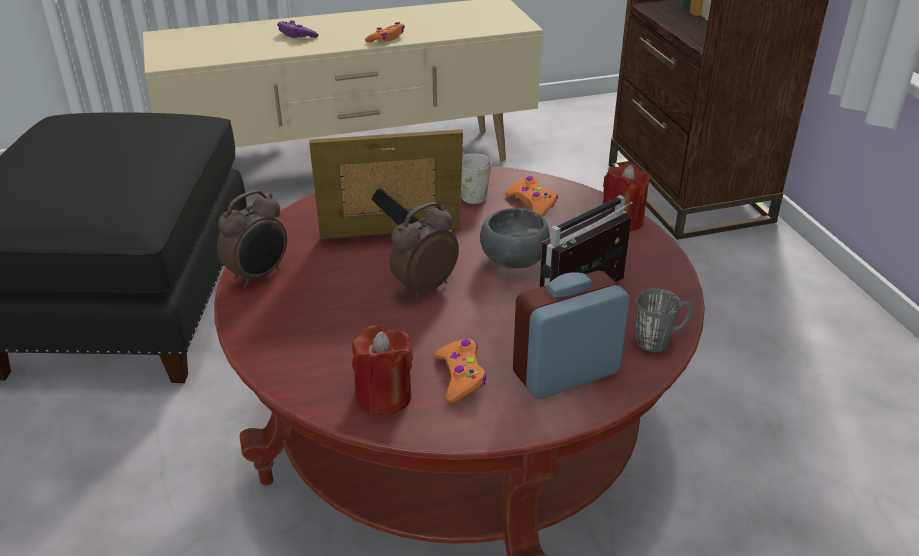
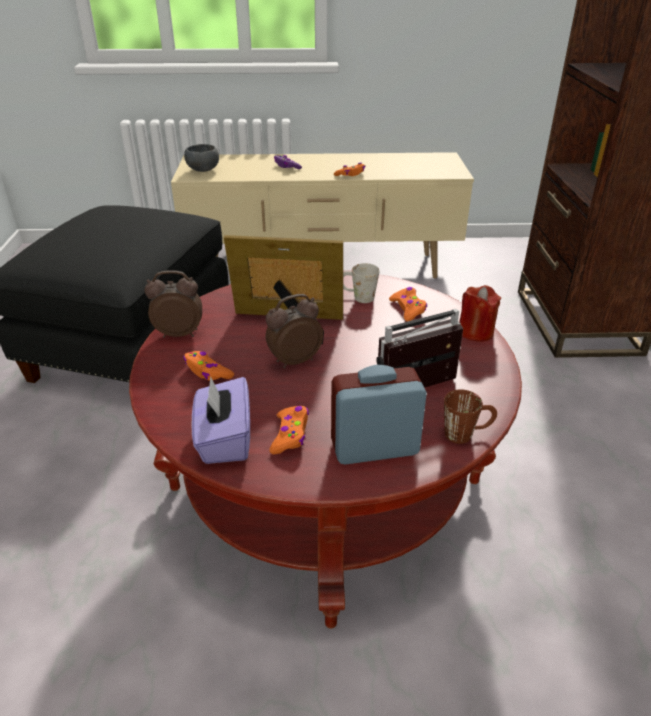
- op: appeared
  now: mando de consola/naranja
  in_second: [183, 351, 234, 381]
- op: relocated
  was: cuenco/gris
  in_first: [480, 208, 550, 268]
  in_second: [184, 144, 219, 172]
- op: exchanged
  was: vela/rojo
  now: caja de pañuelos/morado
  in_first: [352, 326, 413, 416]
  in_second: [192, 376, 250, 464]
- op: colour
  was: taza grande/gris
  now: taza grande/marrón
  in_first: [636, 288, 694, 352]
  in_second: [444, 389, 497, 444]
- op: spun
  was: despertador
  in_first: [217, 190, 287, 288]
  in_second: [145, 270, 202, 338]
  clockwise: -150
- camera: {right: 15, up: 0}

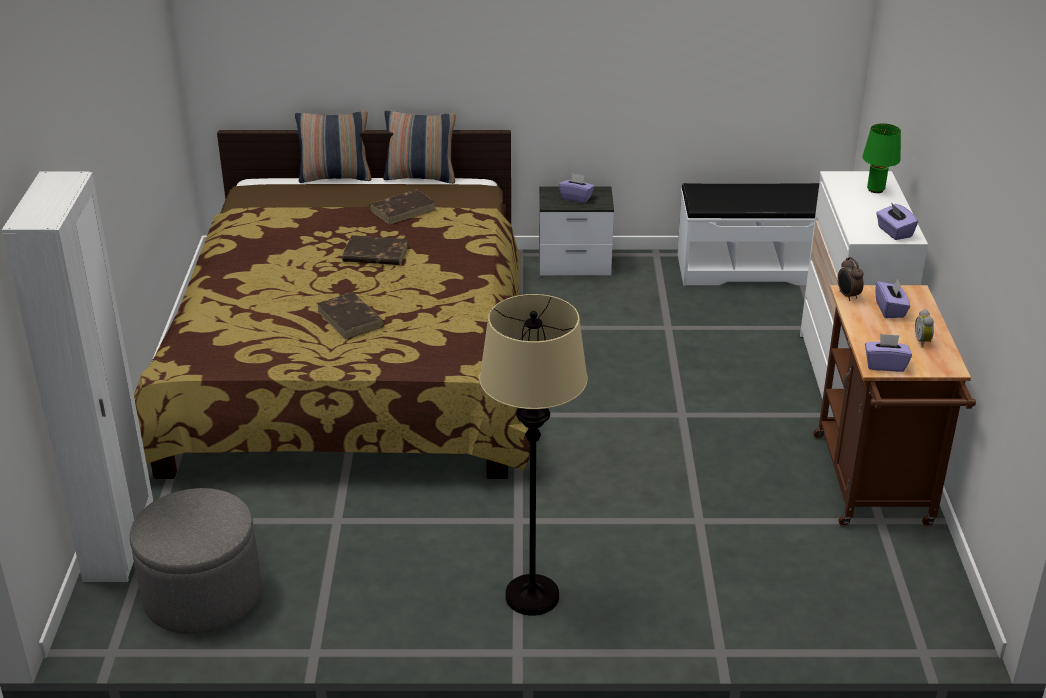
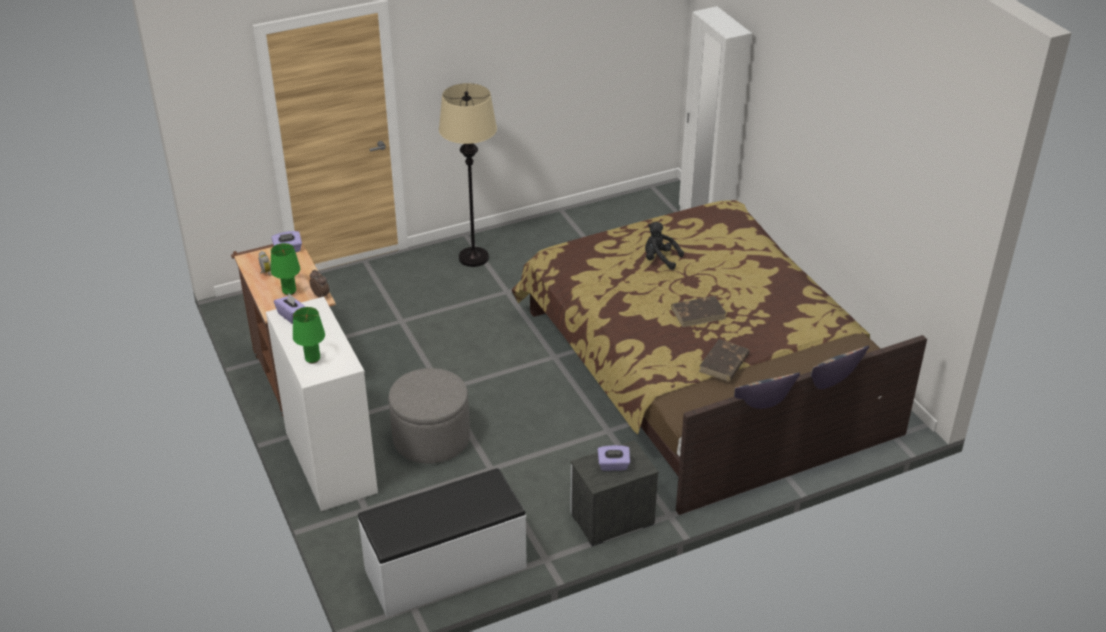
- op: relocated
  was: puf/gris
  in_first: [130, 488, 261, 634]
  in_second: [389, 368, 470, 464]
- op: exchanged
  was: libro/marrón
  now: peluche/negro
  in_first: [316, 292, 385, 340]
  in_second: [645, 222, 684, 270]
- op: exchanged
  was: caja de pañuelos/morado
  now: lámpara de mesa/verde
  in_first: [876, 279, 910, 318]
  in_second: [271, 243, 300, 295]
- camera: {right: 155, up: 5}

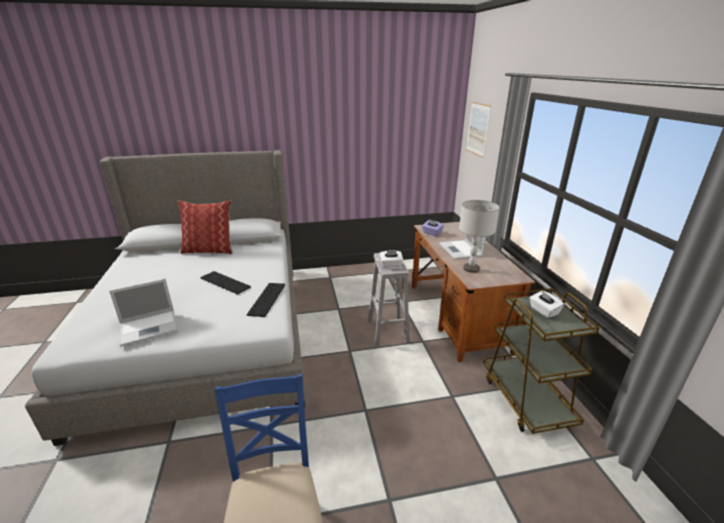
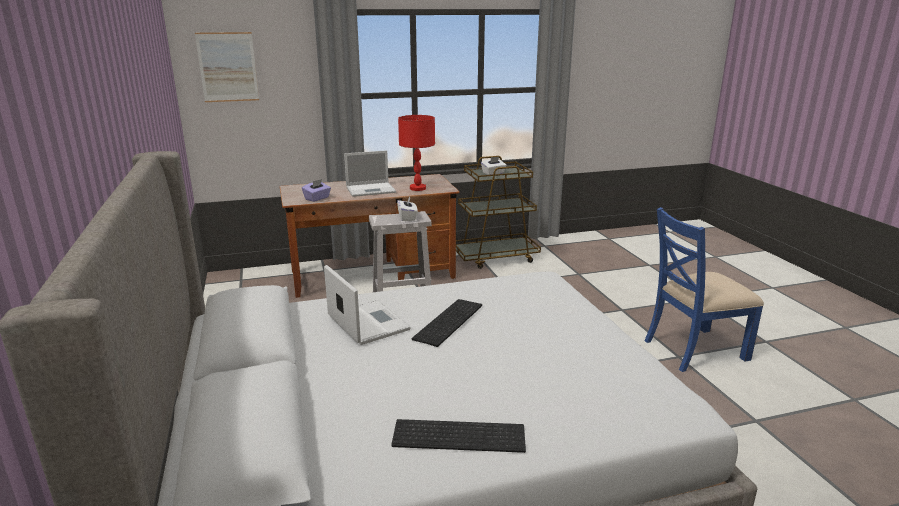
- op: missing
  was: cojín
  in_first: [178, 200, 233, 254]
- op: relocated
  was: portátil
  in_first: [109, 279, 178, 346]
  in_second: [324, 265, 411, 345]
- op: relocated
  was: teclado
  in_first: [247, 283, 285, 317]
  in_second: [391, 419, 526, 453]
- op: colour
  was: lámpara de mesa/gris
  now: lámpara de mesa/rojo
  in_first: [459, 200, 500, 273]
  in_second: [398, 115, 435, 191]
- camera: {right: -95, up: -5}

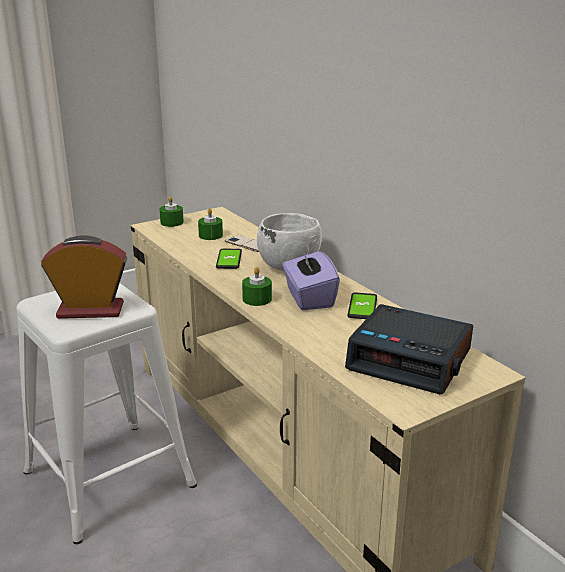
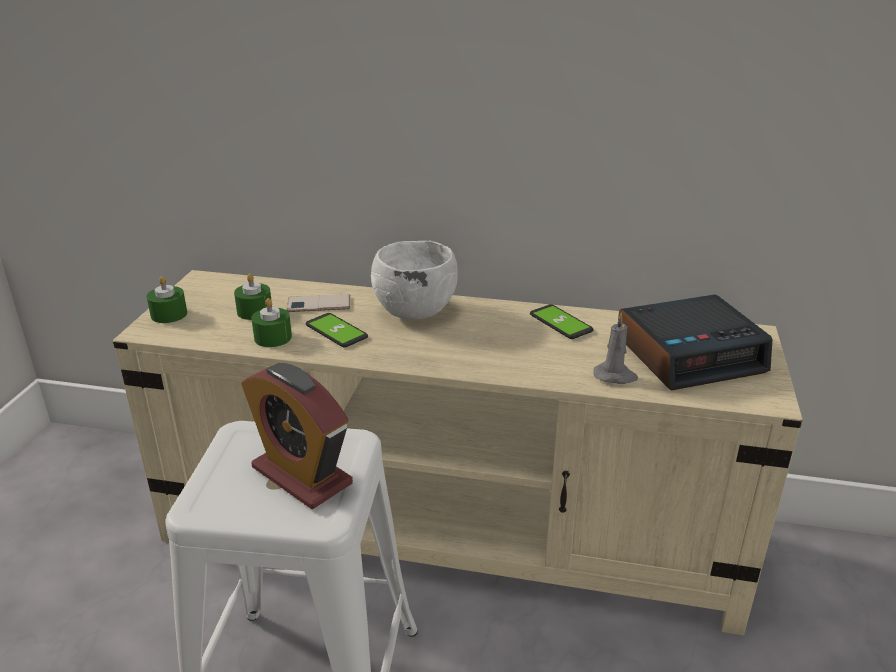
- op: missing
  was: caja de pañuelos/morado
  in_first: [282, 244, 340, 310]
- op: appeared
  now: vela/gris
  in_second: [593, 313, 638, 384]
- op: relocated
  was: vela/verde
  in_first: [242, 267, 272, 306]
  in_second: [251, 298, 292, 347]
- op: spun
  was: despertador
  in_first: [41, 235, 127, 319]
  in_second: [241, 363, 353, 509]
  clockwise: -90
- camera: {right: -45, up: 5}

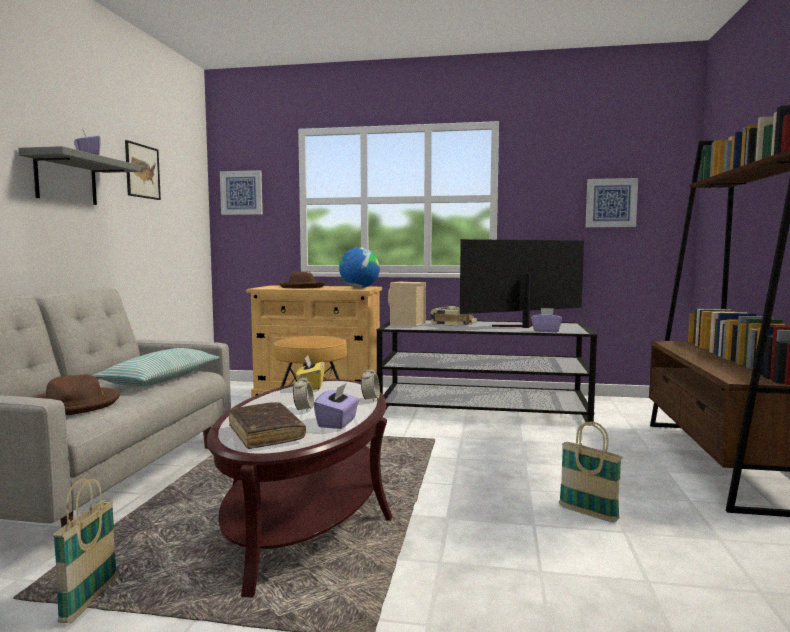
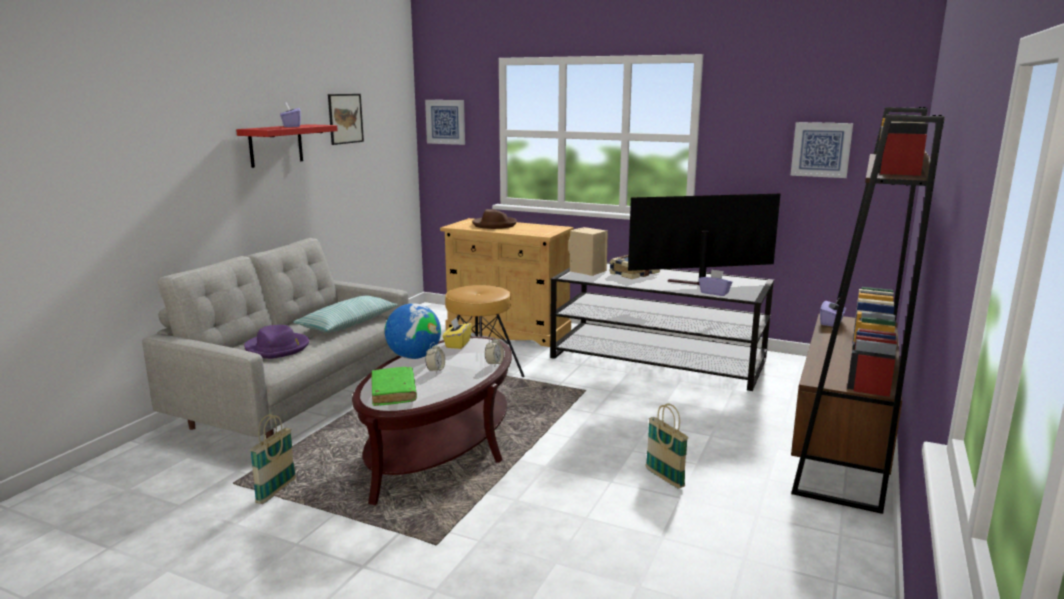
- op: relocated
  was: caja de pañuelos/morado
  in_first: [314, 383, 359, 429]
  in_second: [820, 299, 846, 326]
- op: relocated
  was: globo terráqueo
  in_first: [339, 247, 380, 288]
  in_second: [385, 303, 441, 359]
- op: colour
  was: estante/gris
  now: estante/rojo
  in_first: [18, 146, 141, 205]
  in_second: [236, 124, 338, 168]
- op: colour
  was: sombrero/marrón
  now: sombrero/morado
  in_first: [33, 375, 120, 415]
  in_second: [244, 325, 309, 359]
- op: colour
  was: libro/marrón
  now: libro/verde
  in_first: [229, 402, 306, 449]
  in_second: [371, 367, 417, 406]
- camera: {right: 15, up: 10}

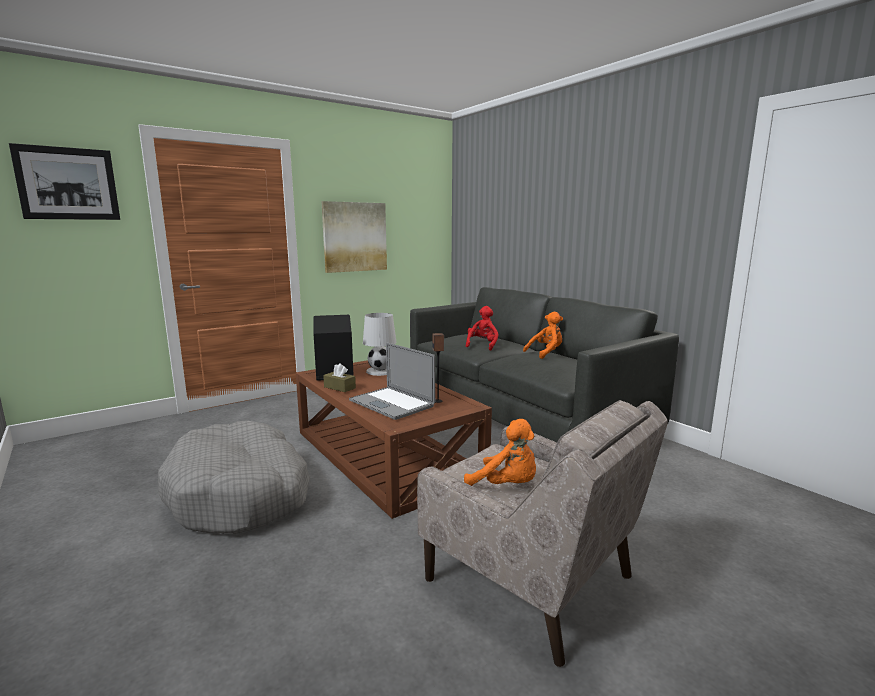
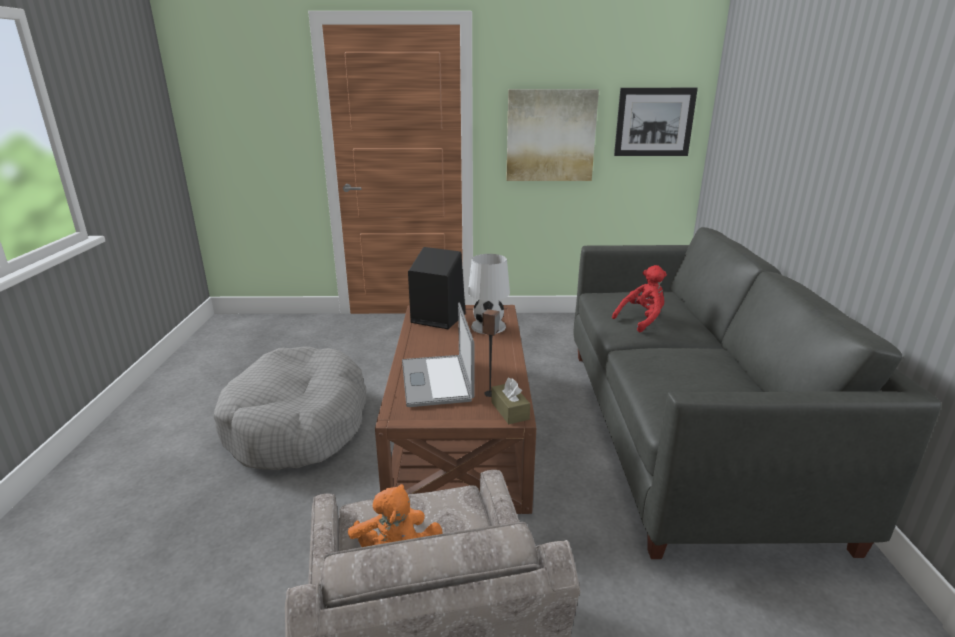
- op: missing
  was: peluche/naranja
  in_first: [523, 312, 563, 359]
- op: relocated
  was: cuadro
  in_first: [9, 143, 120, 220]
  in_second: [614, 88, 698, 156]
- op: relocated
  was: caja de pañuelos/marrón
  in_first: [323, 363, 356, 392]
  in_second: [491, 378, 530, 424]
- camera: {right: 35, up: 10}

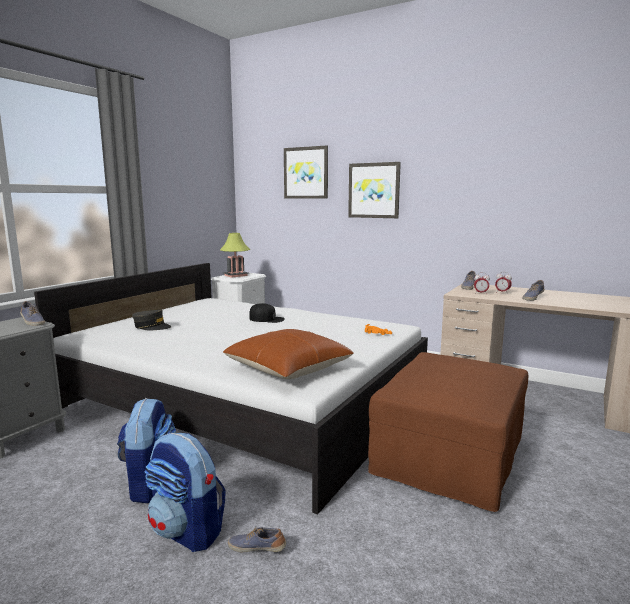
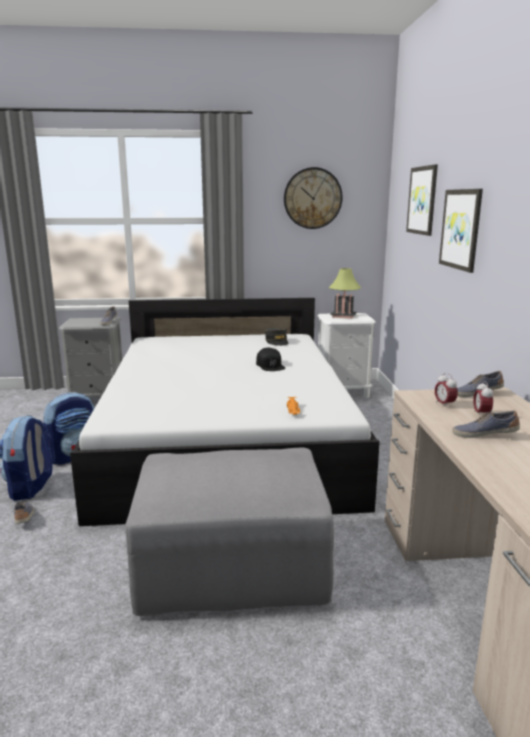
- op: missing
  was: cojín/marrón
  in_first: [223, 329, 354, 379]
- op: appeared
  now: reloj de pared
  in_second: [284, 167, 343, 229]
- op: relocated
  was: gorra/gris
  in_first: [132, 310, 172, 330]
  in_second: [265, 328, 288, 346]
- op: colour
  was: puf/marrón
  now: puf/gris
  in_first: [368, 352, 528, 512]
  in_second: [125, 447, 334, 616]
- camera: {right: 55, up: 5}

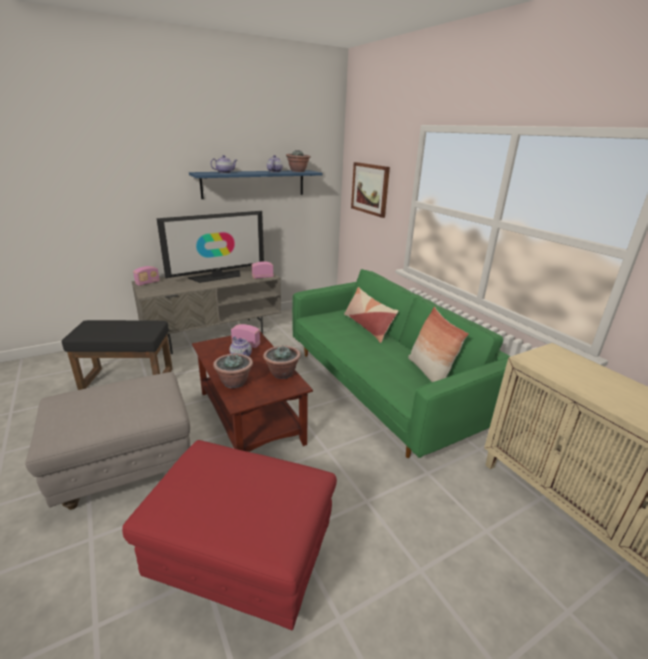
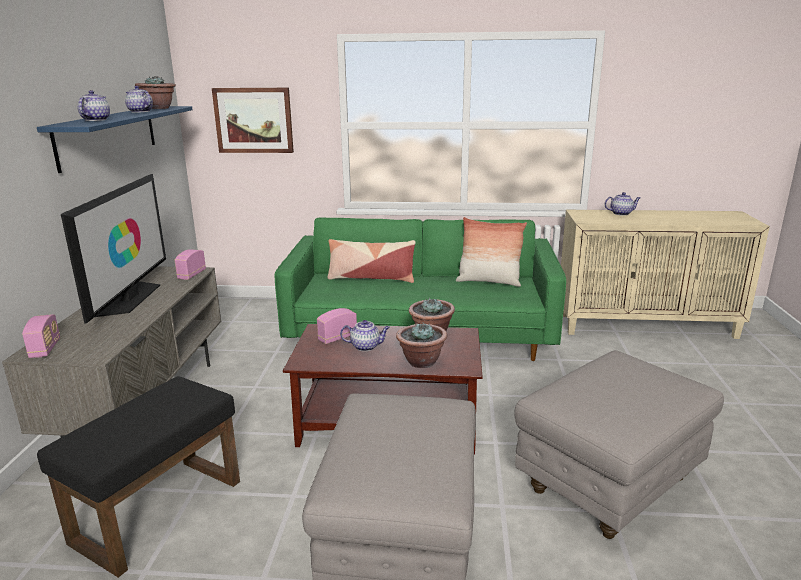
- op: appeared
  now: tetera
  in_second: [604, 192, 641, 215]
- op: colour
  was: puf/rojo
  now: puf/gris
  in_first: [122, 440, 337, 630]
  in_second: [514, 350, 724, 539]
- camera: {right: -55, up: -5}

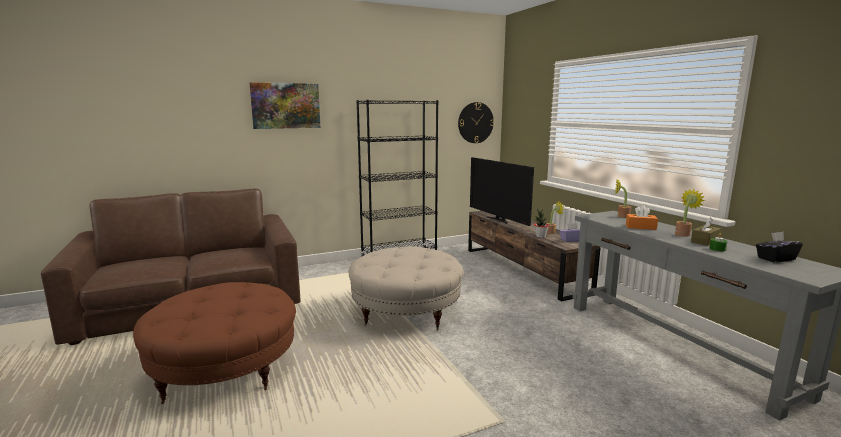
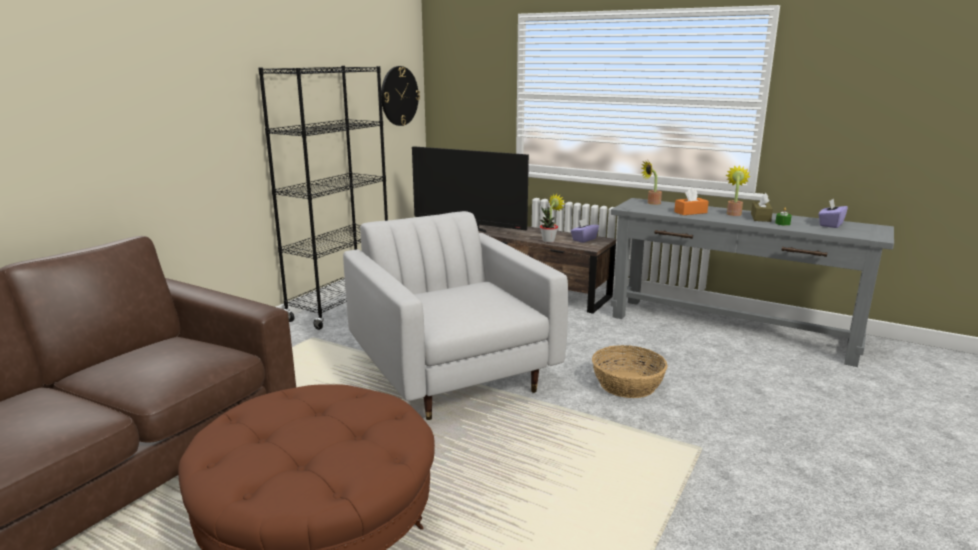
- op: missing
  was: cuadro
  in_first: [249, 82, 321, 129]
- op: appeared
  now: cesta
  in_second: [592, 345, 668, 398]
- op: exchanged
  was: puf/beis
  now: sillón/blanco
  in_first: [349, 246, 464, 331]
  in_second: [343, 211, 568, 420]
- op: colour
  was: caja de pañuelos/negro
  now: caja de pañuelos/morado
  in_first: [756, 232, 803, 263]
  in_second: [818, 198, 848, 228]
- camera: {right: -35, up: 5}

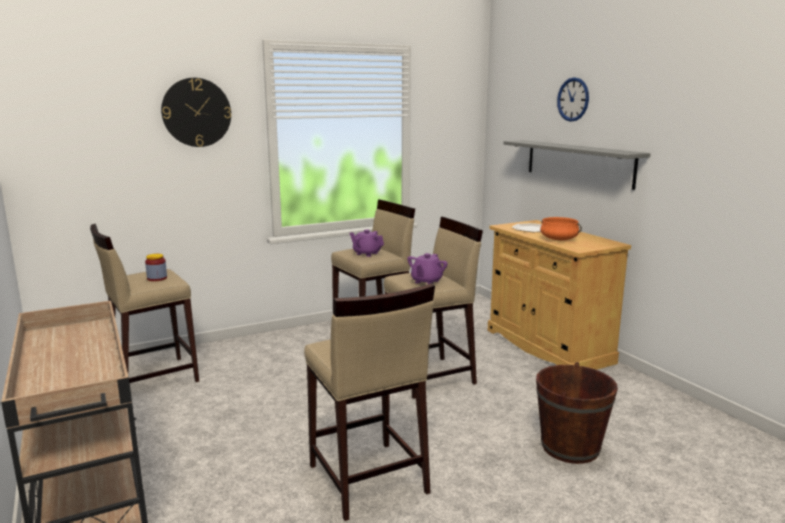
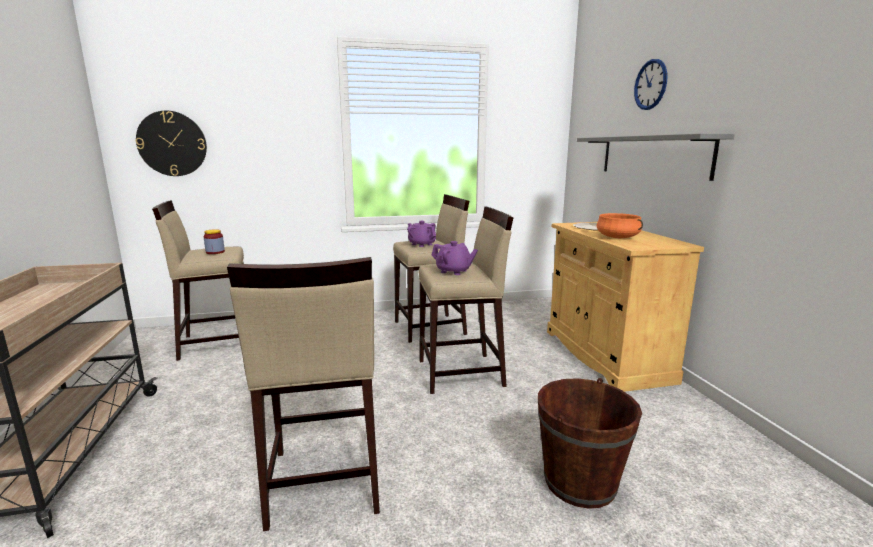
- op: relocated
  was: reloj de pared
  in_first: [161, 78, 231, 147]
  in_second: [136, 111, 207, 176]
- op: spun
  was: tetera/morado
  in_first: [407, 253, 448, 284]
  in_second: [432, 241, 478, 275]
  clockwise: -105
- camera: {right: 15, up: 0}

